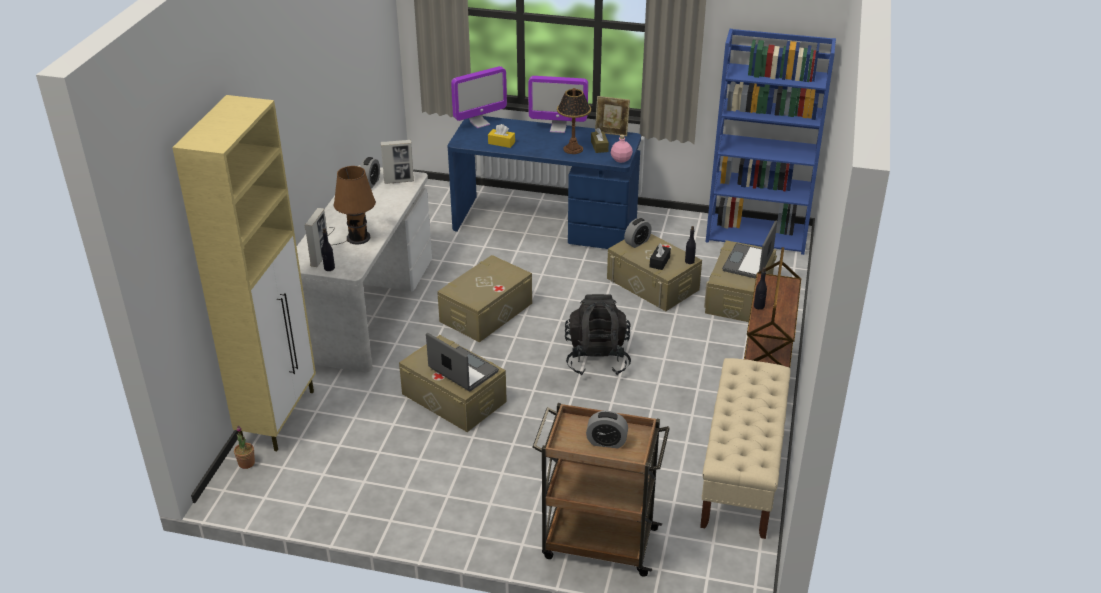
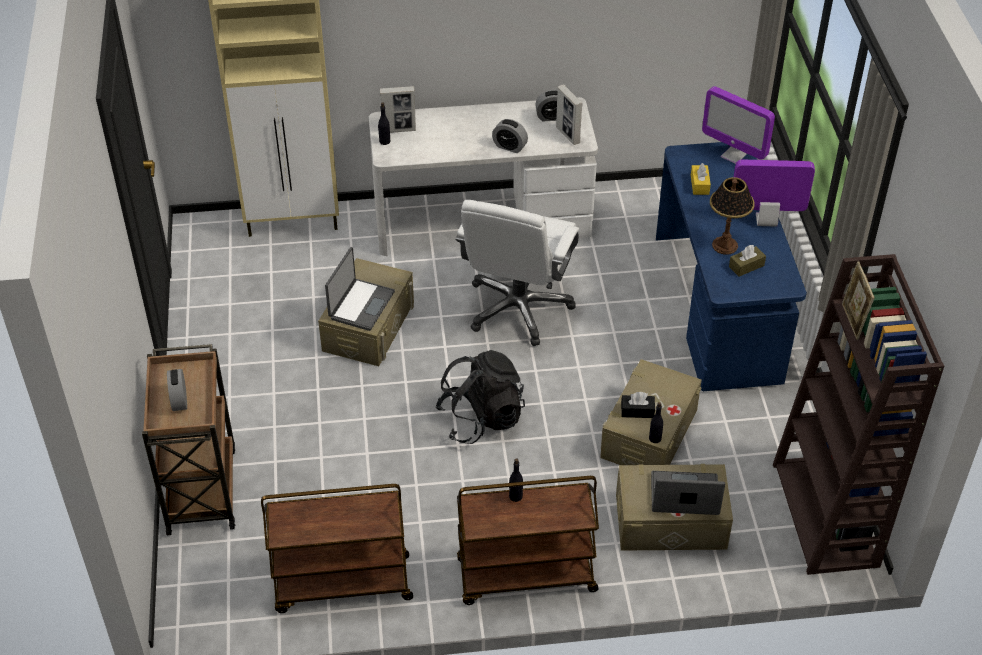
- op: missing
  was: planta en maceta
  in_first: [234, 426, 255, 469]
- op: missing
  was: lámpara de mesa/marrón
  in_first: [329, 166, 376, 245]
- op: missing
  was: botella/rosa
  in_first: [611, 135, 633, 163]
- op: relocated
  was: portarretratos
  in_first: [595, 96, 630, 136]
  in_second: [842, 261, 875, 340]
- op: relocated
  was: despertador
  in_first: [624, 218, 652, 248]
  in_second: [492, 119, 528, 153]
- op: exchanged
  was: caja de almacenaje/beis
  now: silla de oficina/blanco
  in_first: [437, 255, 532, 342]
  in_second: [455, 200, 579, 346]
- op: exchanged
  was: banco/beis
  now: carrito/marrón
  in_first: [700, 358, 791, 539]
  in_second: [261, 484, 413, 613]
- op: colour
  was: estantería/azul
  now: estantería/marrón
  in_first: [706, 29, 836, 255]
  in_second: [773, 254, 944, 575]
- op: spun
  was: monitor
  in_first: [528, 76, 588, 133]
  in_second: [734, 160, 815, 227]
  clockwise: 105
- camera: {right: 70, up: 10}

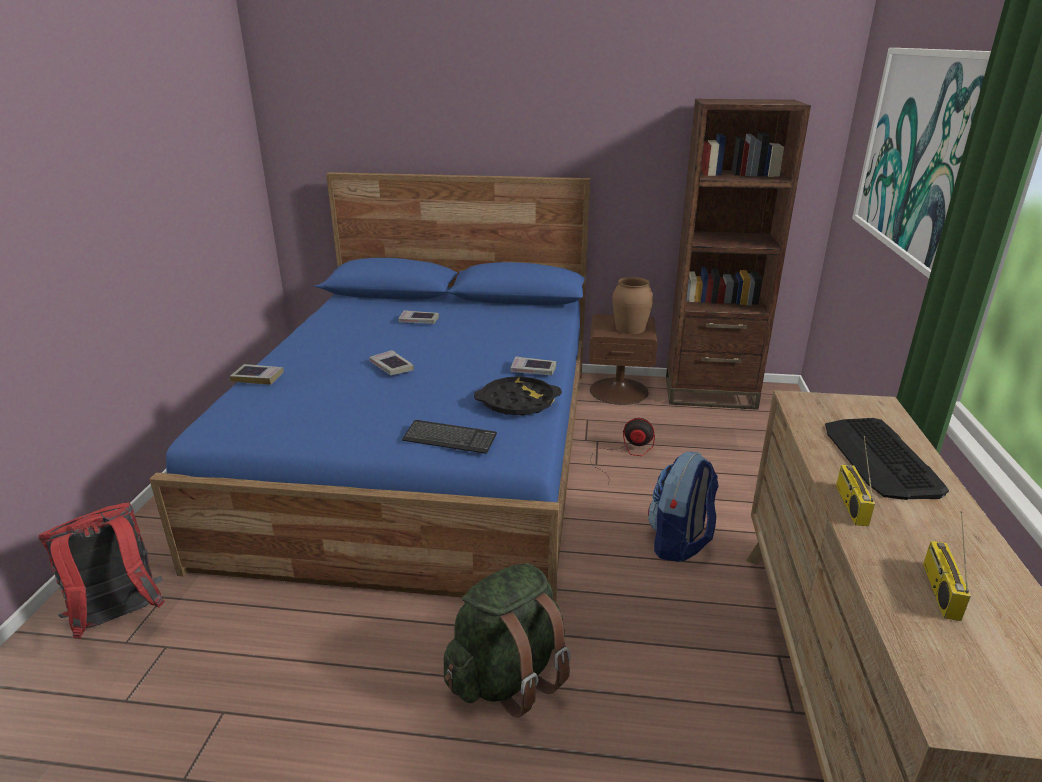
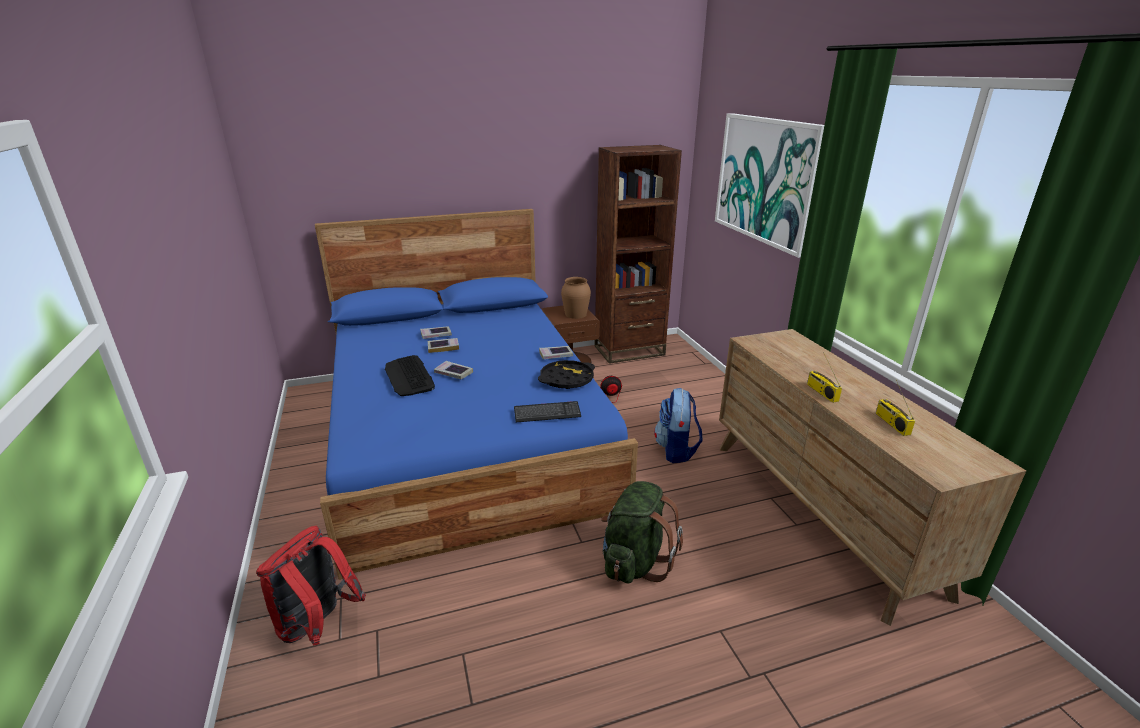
- op: relocated
  was: libro
  in_first: [230, 364, 284, 385]
  in_second: [428, 338, 459, 353]
- op: relocated
  was: teclado
  in_first: [825, 418, 949, 500]
  in_second: [385, 355, 435, 396]
- camera: {right: -25, up: 0}

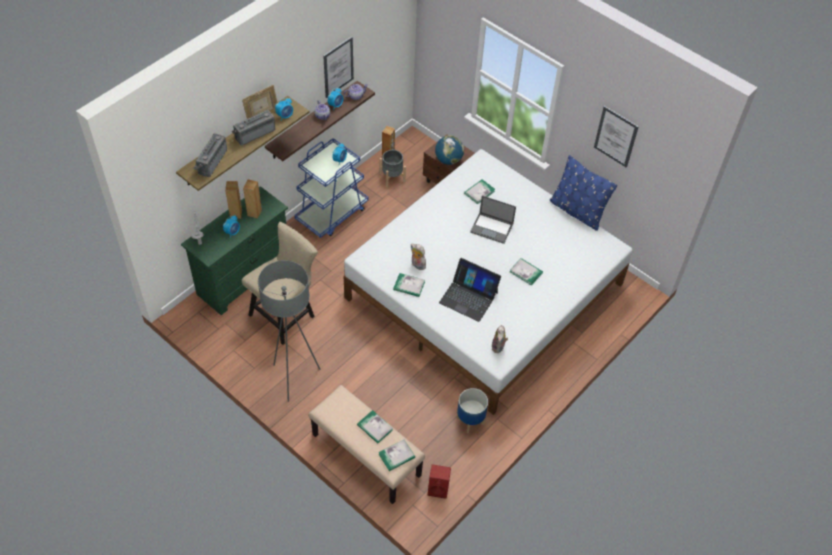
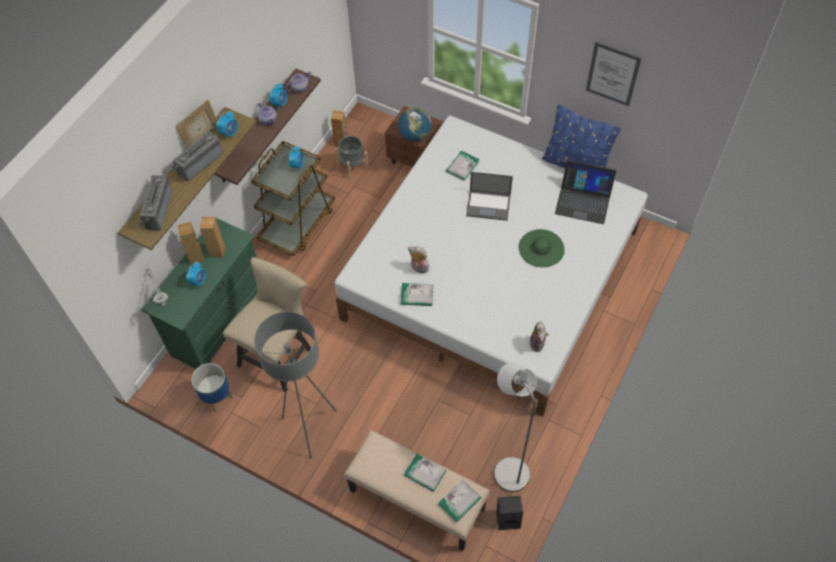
- op: missing
  was: cuadro
  in_first: [323, 36, 354, 98]
- op: appeared
  now: lámpara de pie/gris
  in_second: [494, 362, 537, 492]
- op: relocated
  was: portátil
  in_first: [439, 258, 501, 322]
  in_second: [555, 160, 616, 224]
- op: relocated
  was: maceta
  in_first: [456, 388, 488, 433]
  in_second: [191, 363, 233, 412]
- op: exchanged
  was: libro
  now: sombrero/verde
  in_first: [510, 258, 543, 285]
  in_second: [519, 229, 565, 267]
- op: colour
  was: carrito/azul
  now: carrito/marrón
  in_first: [294, 138, 369, 238]
  in_second: [251, 141, 335, 256]
- op: colour
  was: altavoz/rojo
  now: altavoz/negro
  in_first: [428, 464, 451, 499]
  in_second: [496, 496, 523, 530]
- camera: {right: -10, up: 5}

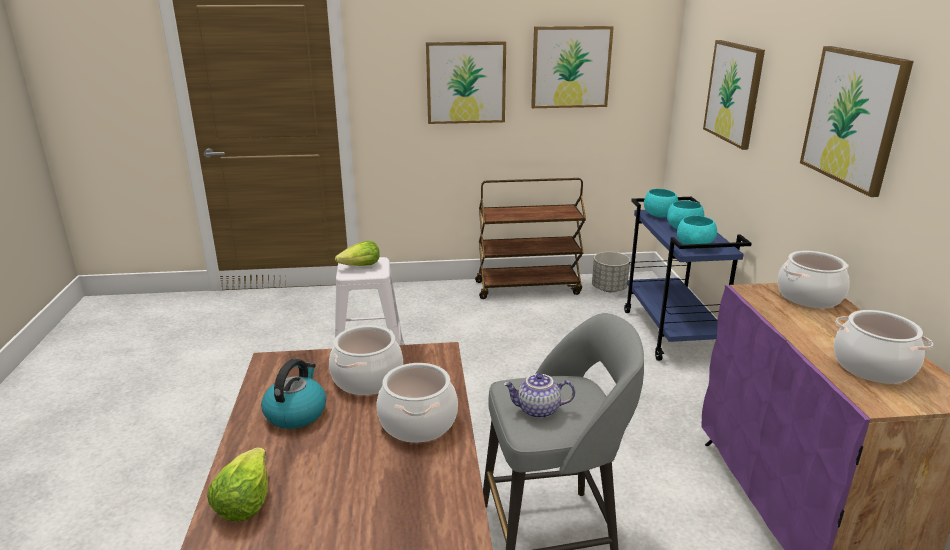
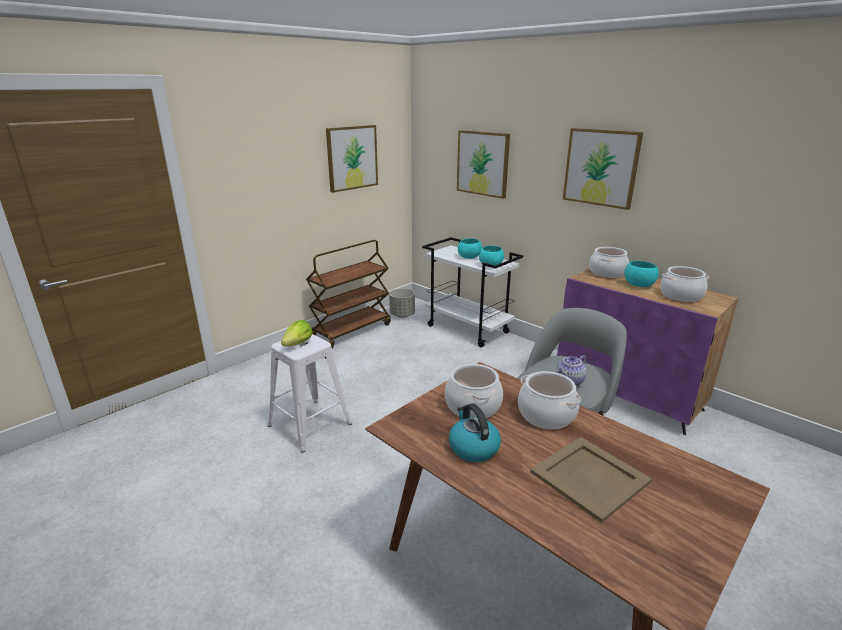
- op: missing
  was: lechuga
  in_first: [207, 447, 268, 522]
- op: missing
  was: cuadro
  in_first: [426, 41, 506, 124]
- op: appeared
  now: bandeja/beis
  in_second: [530, 437, 652, 523]
- op: relocated
  was: cuenco/turquesa
  in_first: [644, 189, 678, 218]
  in_second: [624, 261, 659, 287]
- op: colour
  was: carrito/azul
  now: carrito/blanco
  in_first: [624, 197, 752, 361]
  in_second: [422, 237, 523, 347]
- camera: {right: -40, up: 0}

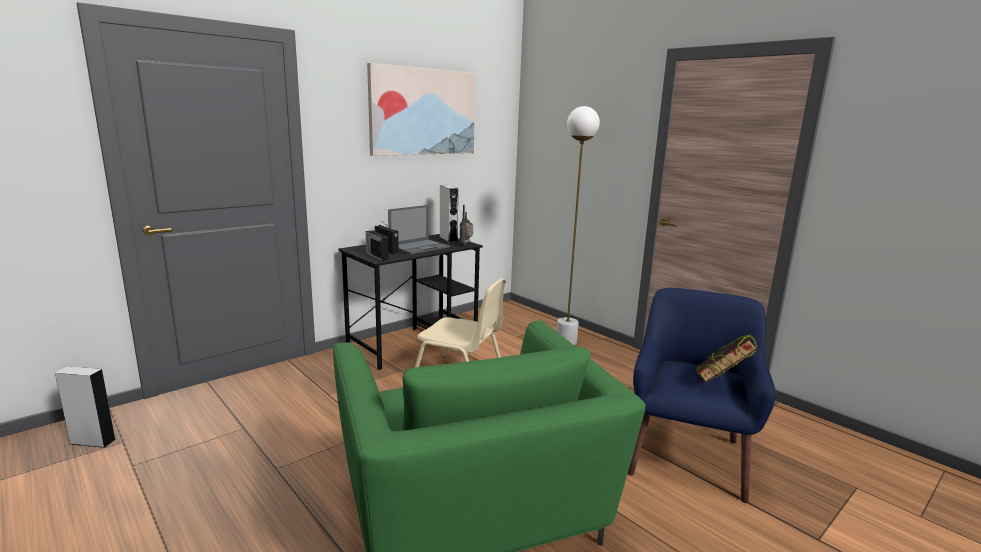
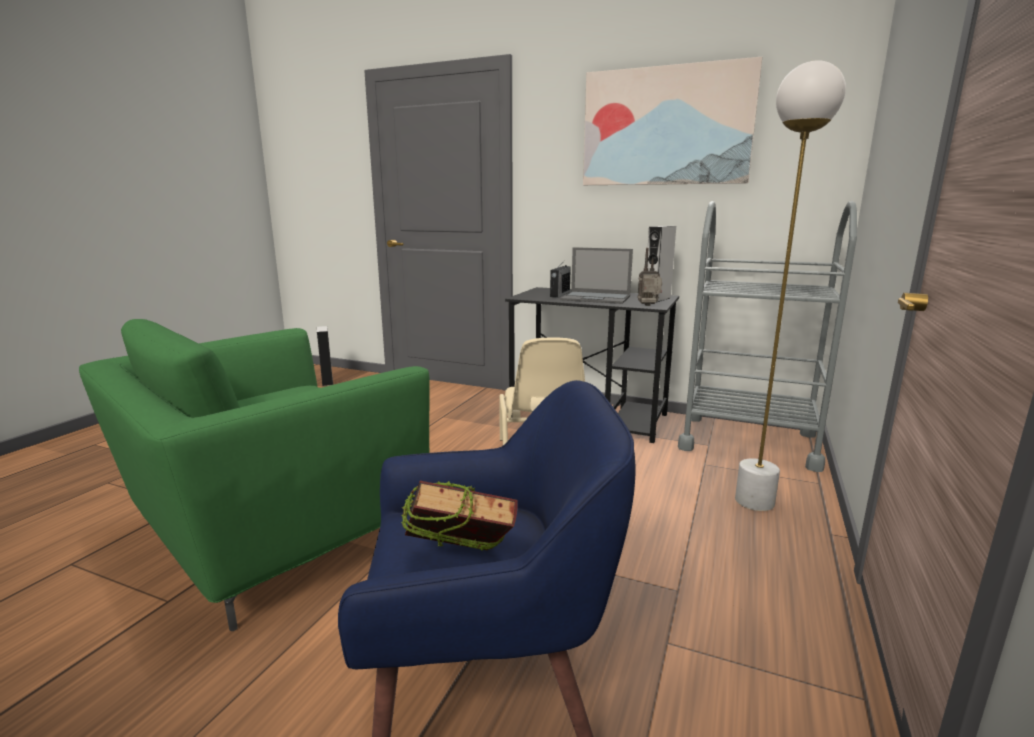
- op: missing
  was: radio
  in_first: [366, 229, 389, 261]
- op: appeared
  now: carrito/gris
  in_second: [678, 201, 857, 472]
- camera: {right: 65, up: 0}

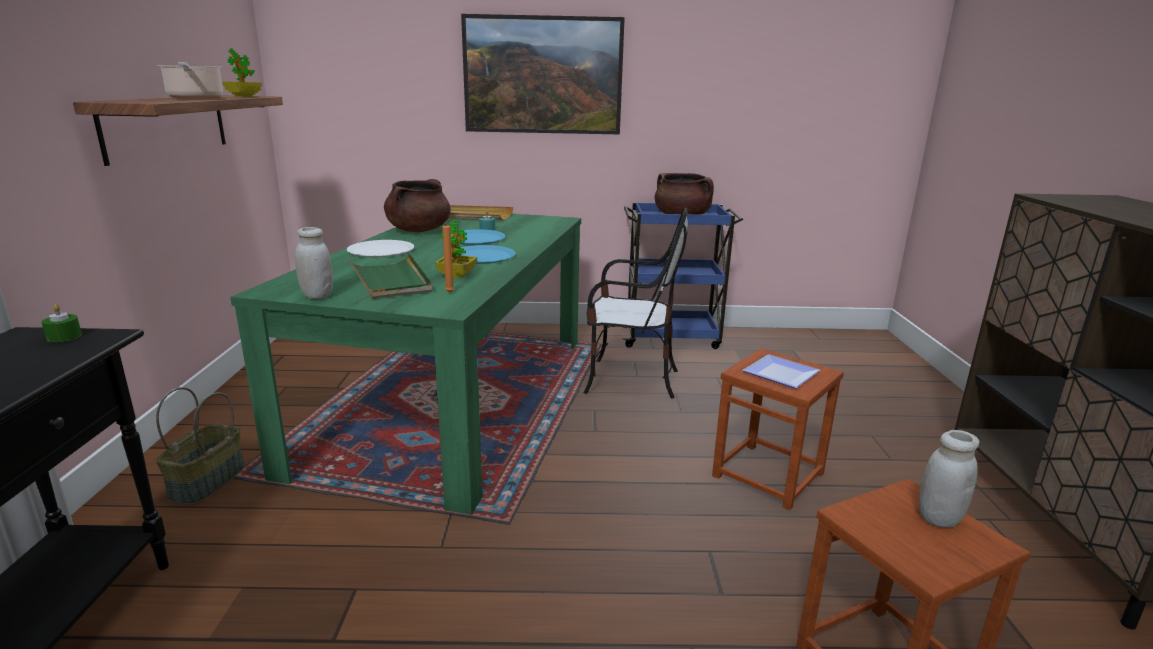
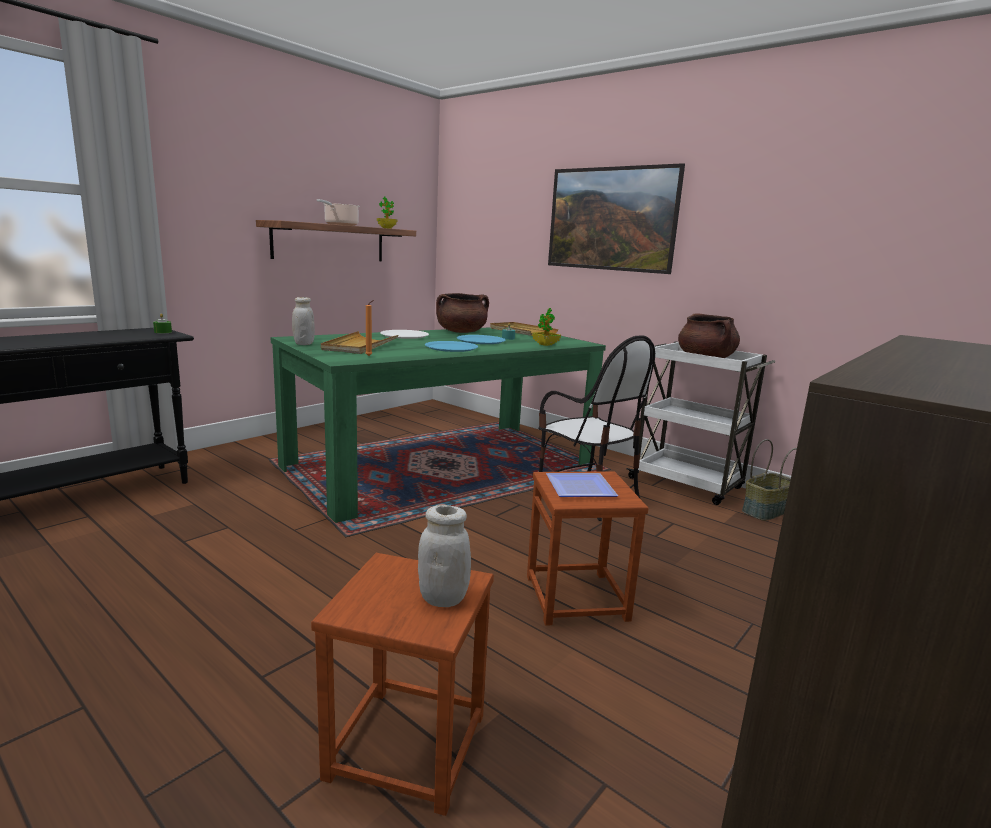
- op: relocated
  was: cesta
  in_first: [156, 387, 245, 505]
  in_second: [742, 439, 797, 521]
- op: relocated
  was: planta en maceta
  in_first: [435, 221, 477, 278]
  in_second: [532, 308, 561, 346]
- op: colour
  was: bandeja/verde
  now: bandeja/beis
  in_first: [349, 253, 432, 299]
  in_second: [321, 331, 398, 354]
- op: colour
  was: carrito/azul
  now: carrito/blanco
  in_first: [622, 202, 743, 349]
  in_second: [626, 342, 775, 505]
- camera: {right: 40, up: -5}

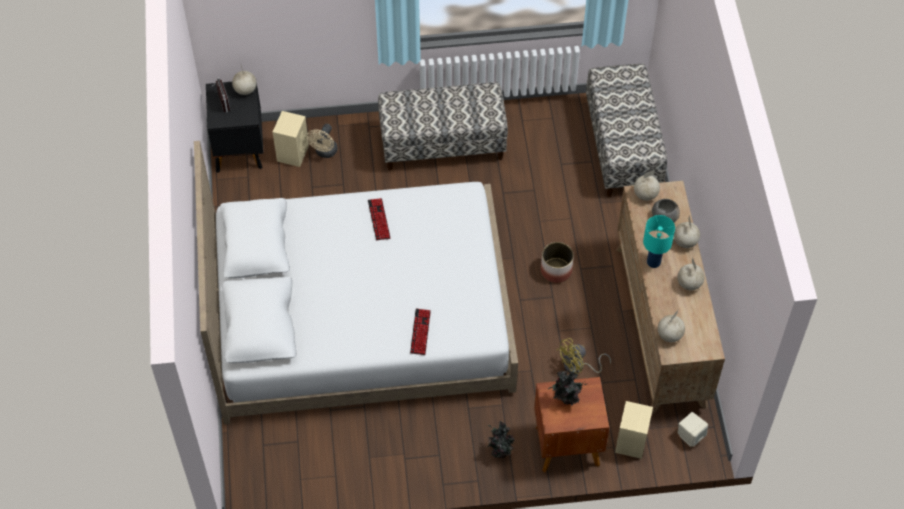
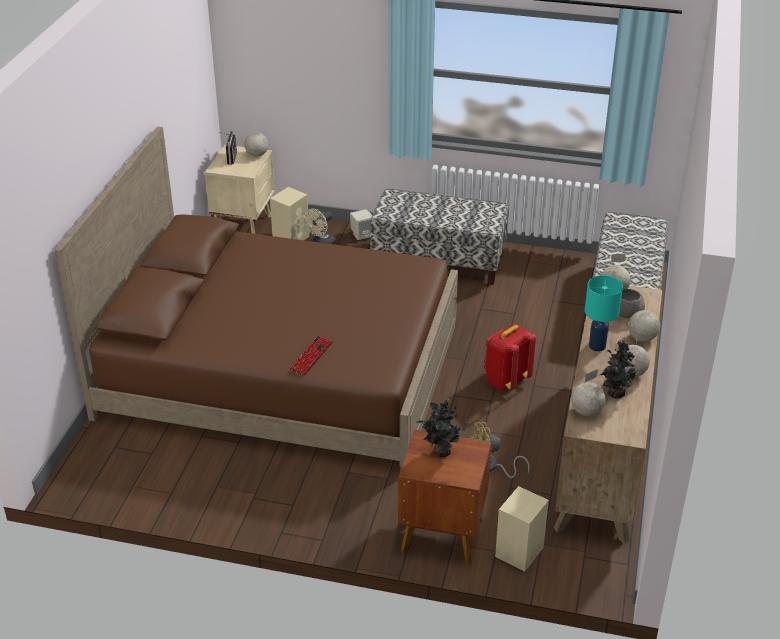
- op: missing
  was: teclado
  in_first: [368, 198, 390, 240]
- op: relocated
  was: planta en maceta
  in_first: [487, 421, 514, 458]
  in_second: [600, 340, 636, 399]
- op: relocated
  was: altavoz/beis
  in_first: [678, 412, 708, 447]
  in_second: [350, 209, 372, 240]
- op: exchanged
  was: maceta
  now: mochila/rojo
  in_first: [541, 242, 574, 283]
  in_second: [484, 324, 536, 391]
- op: colour
  was: cama/blanco
  now: cama/marrón
  in_first: [194, 141, 518, 425]
  in_second: [55, 127, 458, 470]
- op: colour
  was: mesita de noche/negro
  now: mesita de noche/beis
  in_first: [206, 82, 264, 173]
  in_second: [205, 145, 275, 234]
- camera: {right: 20, up: -20}

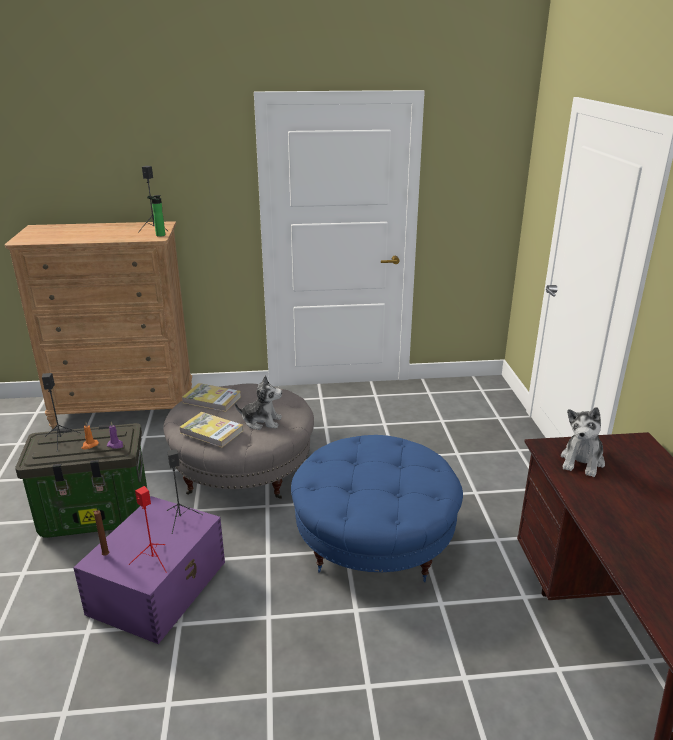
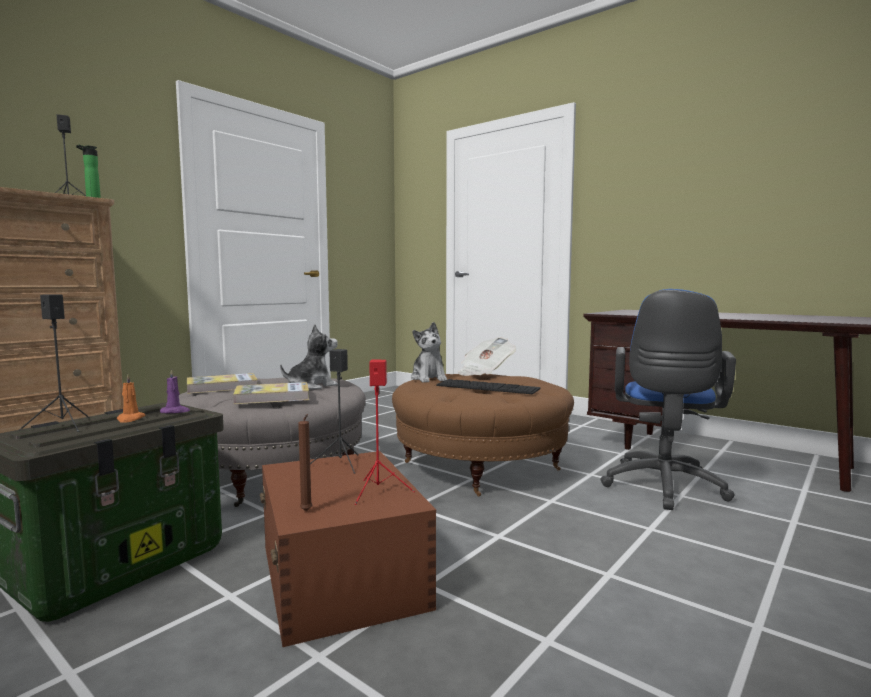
- op: appeared
  now: teclado
  in_second: [436, 379, 540, 394]
- op: appeared
  now: periódico
  in_second: [458, 337, 516, 376]
- op: appeared
  now: silla de oficina/azul
  in_second: [600, 289, 736, 510]
- op: relocated
  was: peluche
  in_first: [561, 407, 605, 477]
  in_second: [411, 322, 447, 383]
- op: colour
  was: caja de almacenaje/morado
  now: caja de almacenaje/marrón
  in_first: [73, 496, 225, 644]
  in_second: [260, 451, 436, 647]
- op: colour
  was: puf/azul
  now: puf/marrón
  in_first: [291, 435, 463, 582]
  in_second: [392, 374, 574, 496]
- camera: {right: -45, up: -20}

